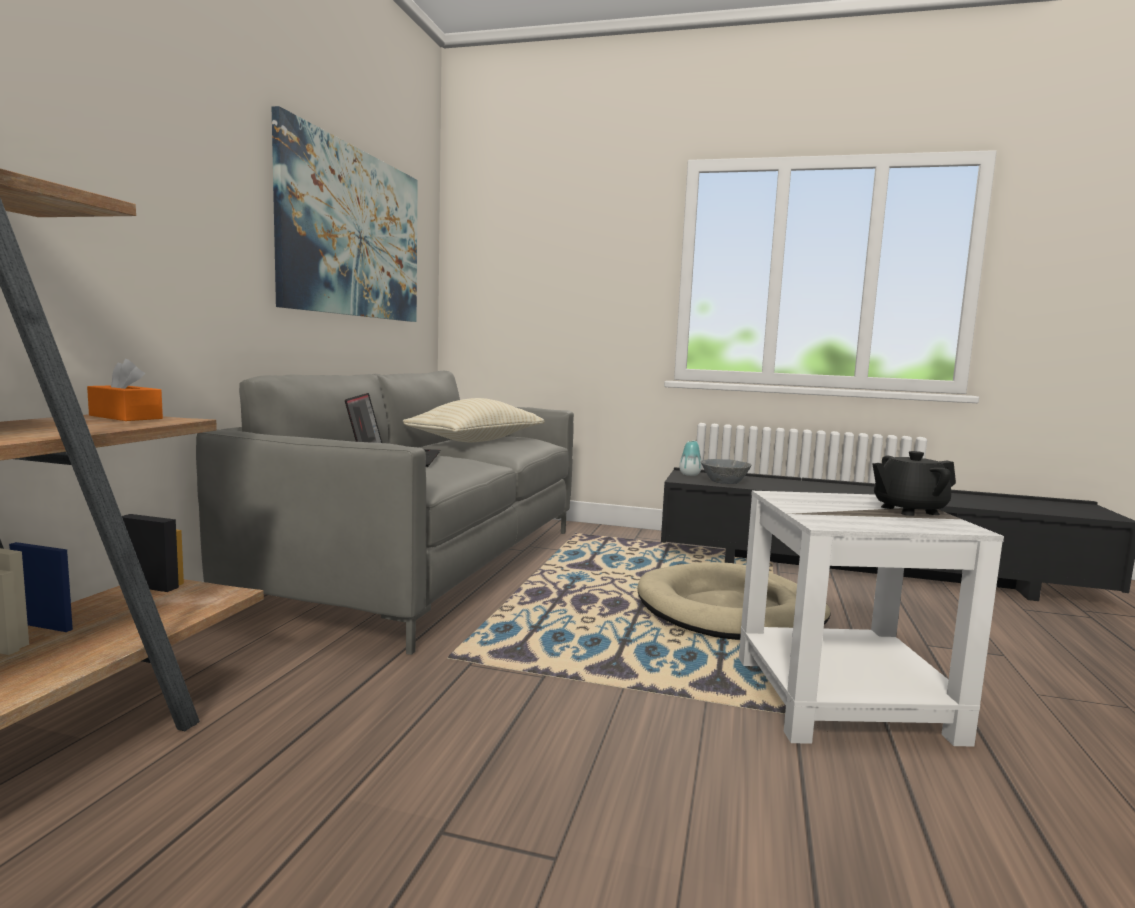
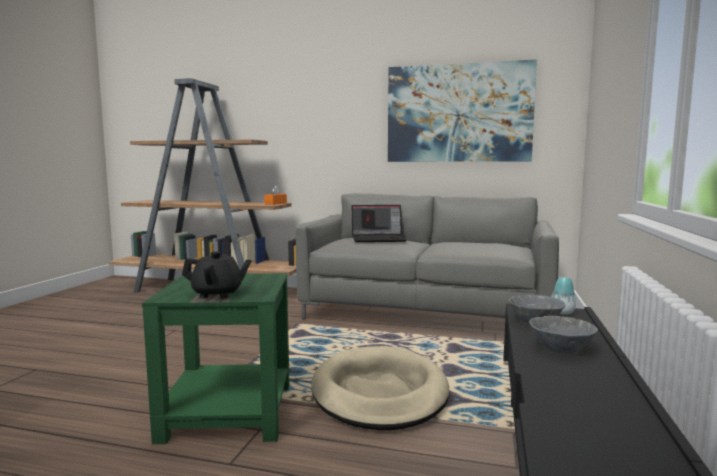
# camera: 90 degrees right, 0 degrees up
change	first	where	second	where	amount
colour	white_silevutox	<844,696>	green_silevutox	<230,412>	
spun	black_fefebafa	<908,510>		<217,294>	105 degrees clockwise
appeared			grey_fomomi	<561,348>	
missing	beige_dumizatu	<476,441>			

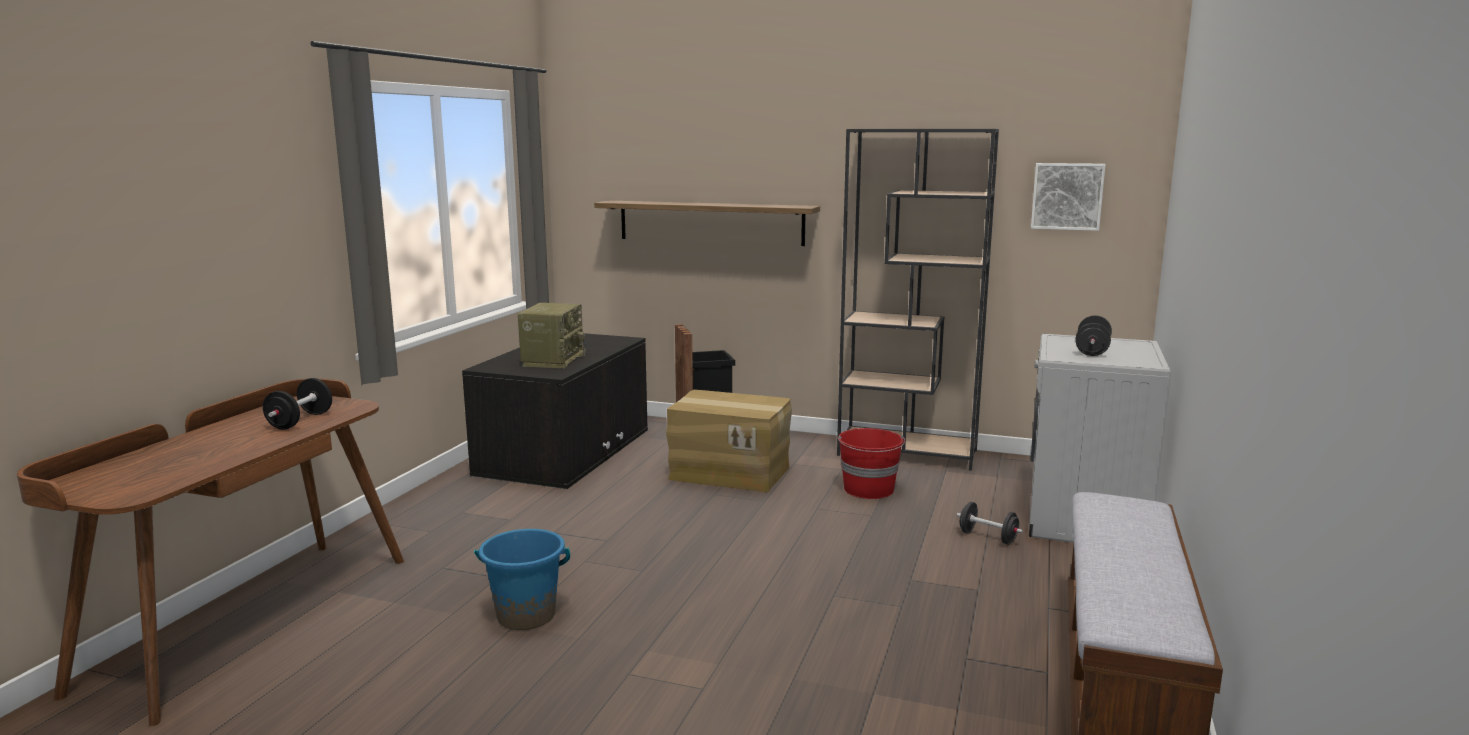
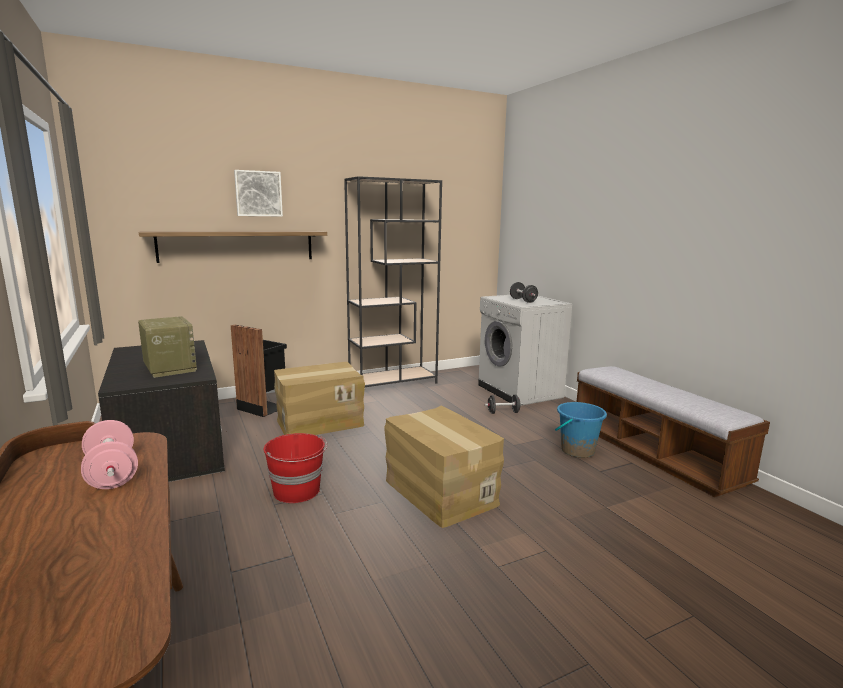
# camera: 45 degrees left, 0 degrees up
change	first	where	second	where	amount
colour	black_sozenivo	<300,421>	pink_sozenivo	<112,473>	
relocated	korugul	<1067,196>		<258,193>	
relocated	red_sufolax	<869,490>		<297,491>	
appeared			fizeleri	<439,492>	
relocated	blue_sufolax	<526,616>		<577,450>	

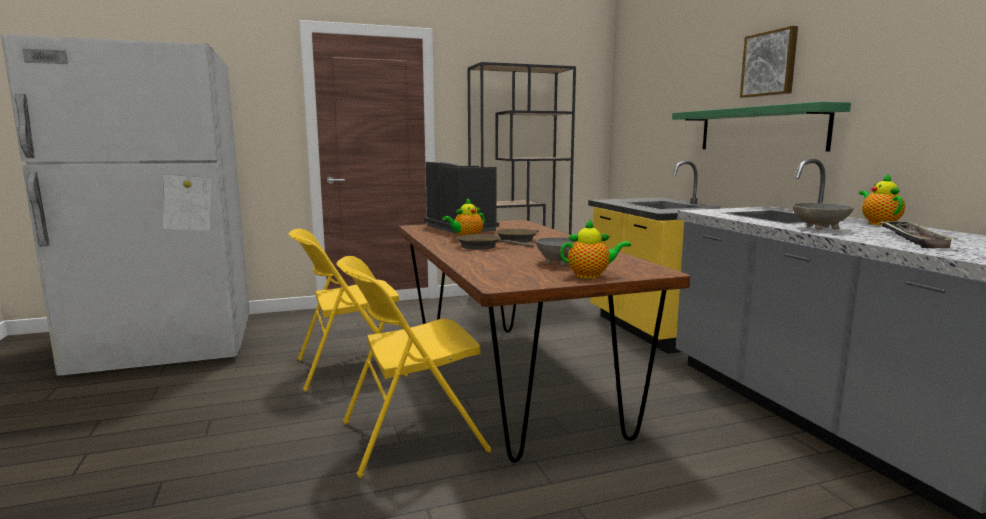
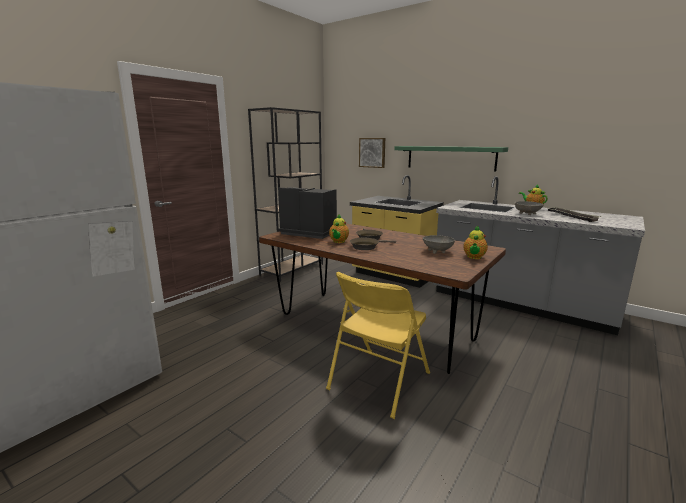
# camera: 35 degrees left, 5 degrees up
change	first	where	second	where	amount
relocated	korugul	<770,64>		<372,152>	
spun	fefebafa	<591,275>		<474,257>	150 degrees clockwise
missing	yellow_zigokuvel	<350,367>			

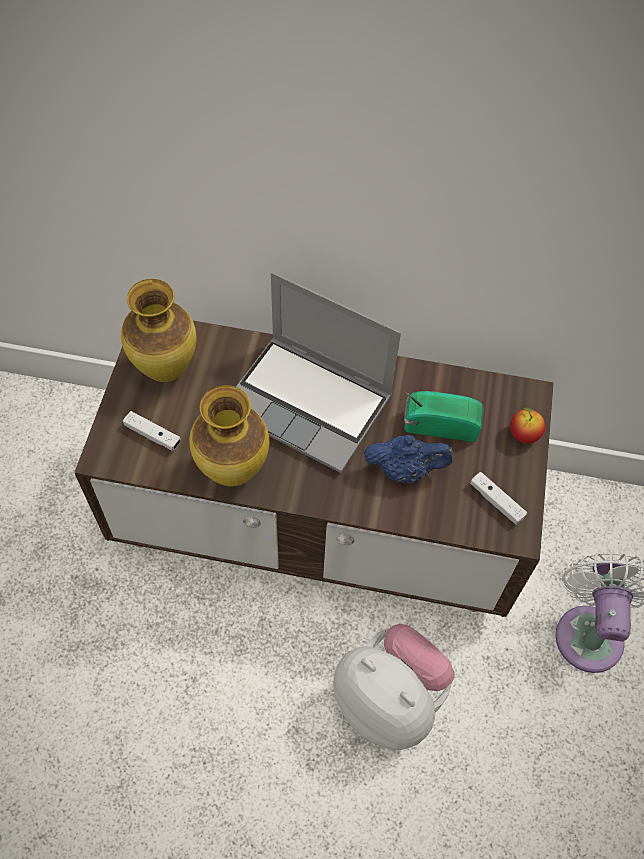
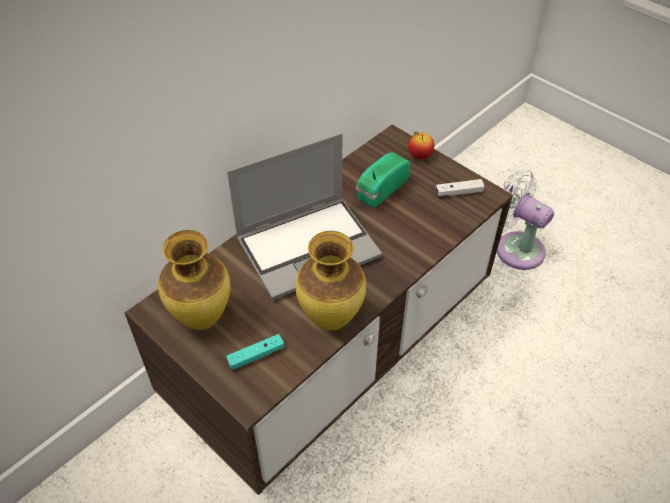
# camera: 55 degrees left, 10 degrees down
change	first	where	second	where	amount
colour	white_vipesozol	<152,435>	turquoise_vipesozol	<256,356>	
missing	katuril	<389,699>			
missing	blue_fefebafa	<405,470>			

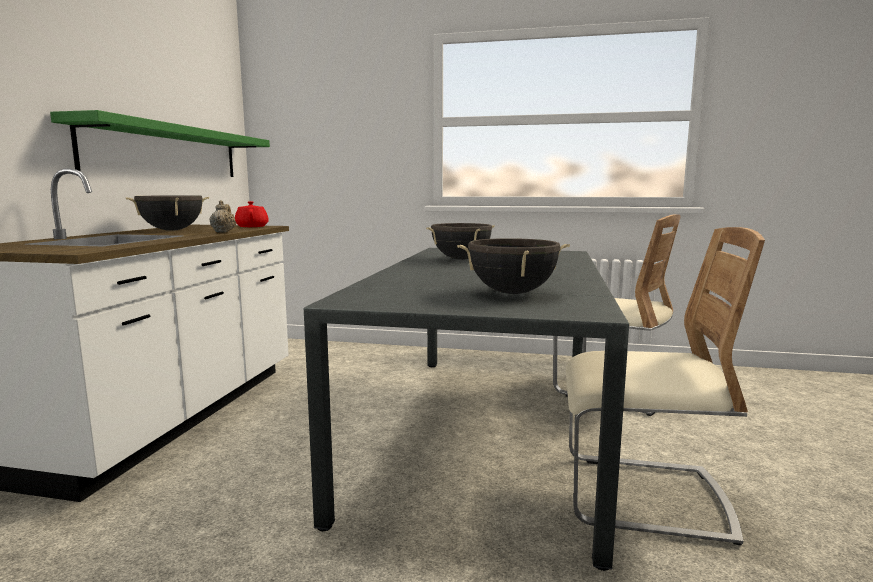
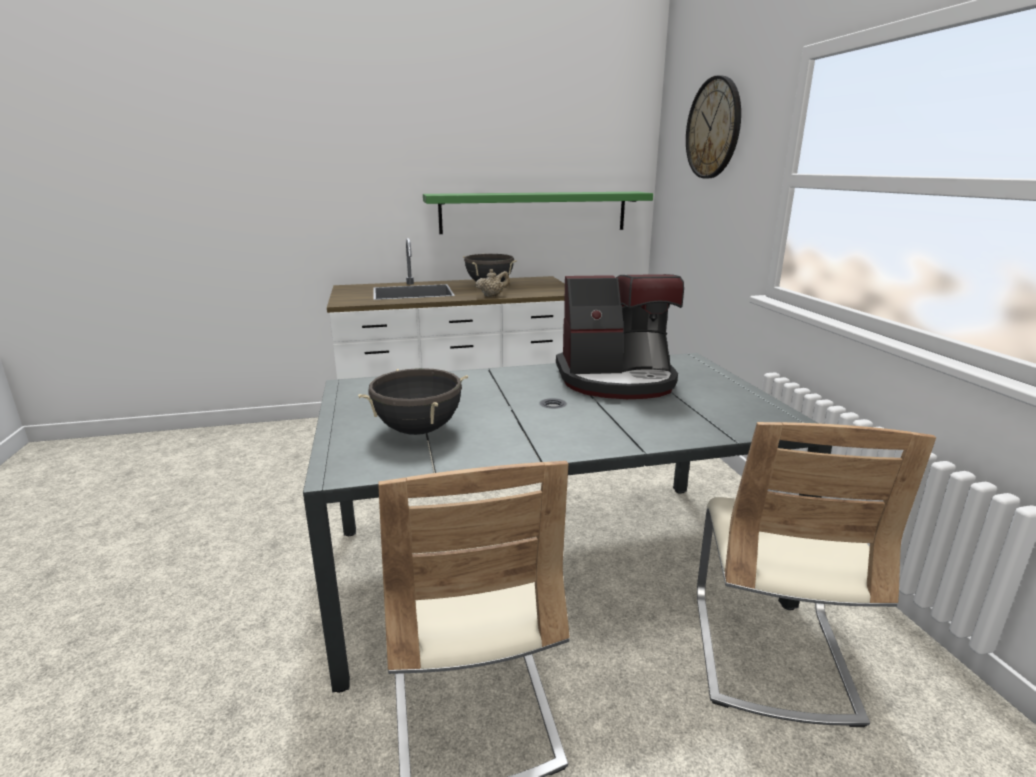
# camera: 65 degrees right, 10 degrees up
change	first	where	second	where	amount
exchanged	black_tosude	<461,259>	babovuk	<617,380>	
appeared			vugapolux	<713,128>	
missing	red_fefebafa	<252,226>			

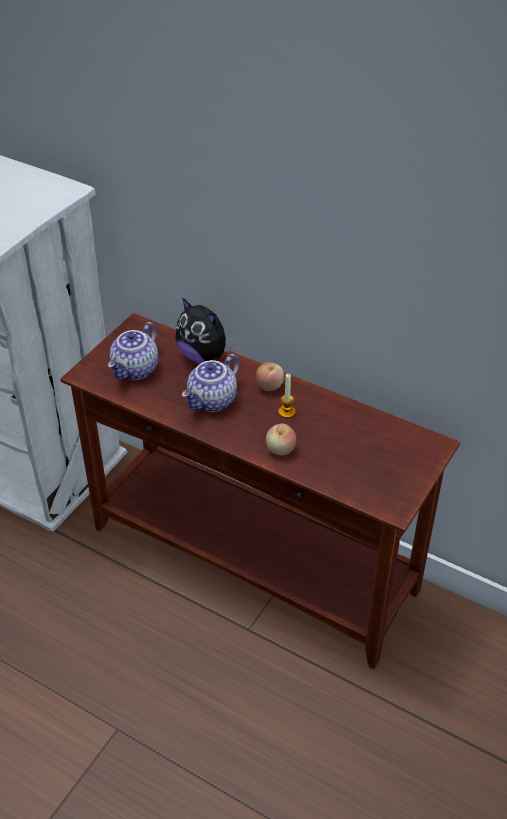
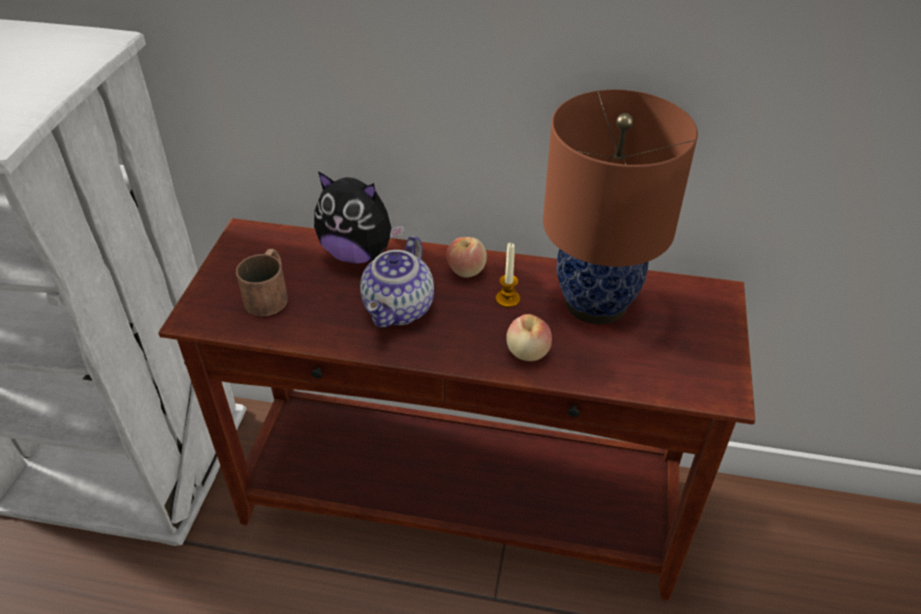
# camera: 20 degrees left, 0 degrees up
change	first	where	second	where	amount
exchanged	fefebafa	<136,370>	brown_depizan	<270,293>	
appeared			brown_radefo	<595,302>	

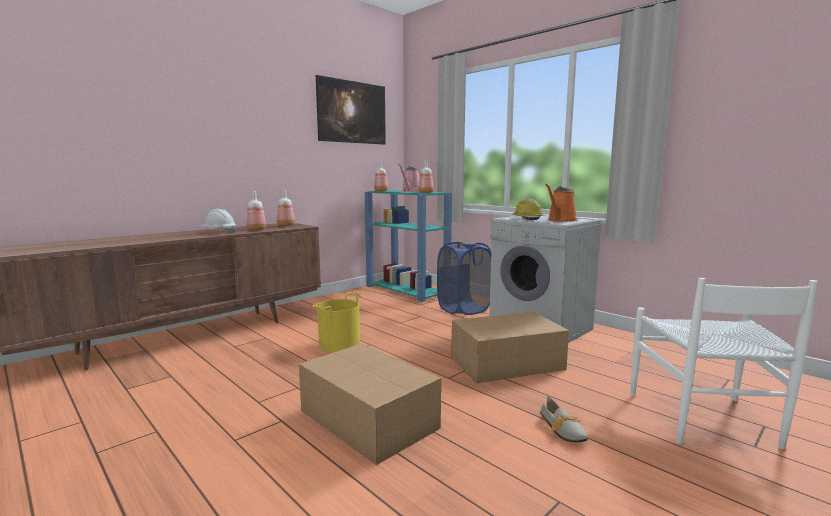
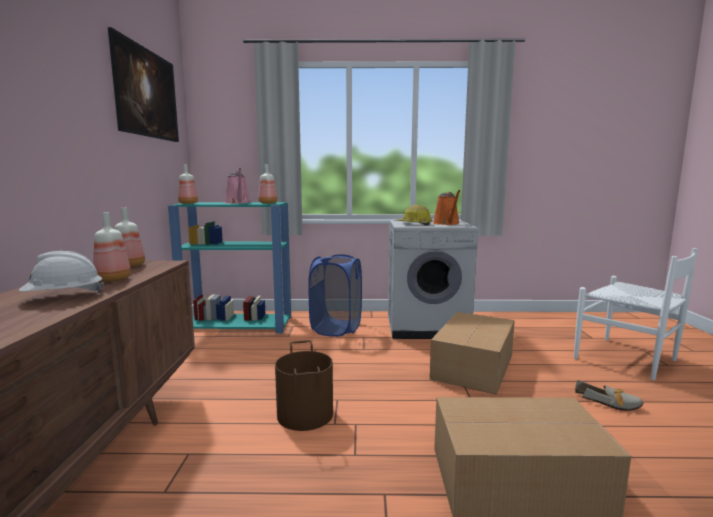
# camera: 45 degrees left, 0 degrees up
change	first	where	second	where	amount
colour	yellow_sufolax	<340,344>	brown_sufolax	<306,414>	

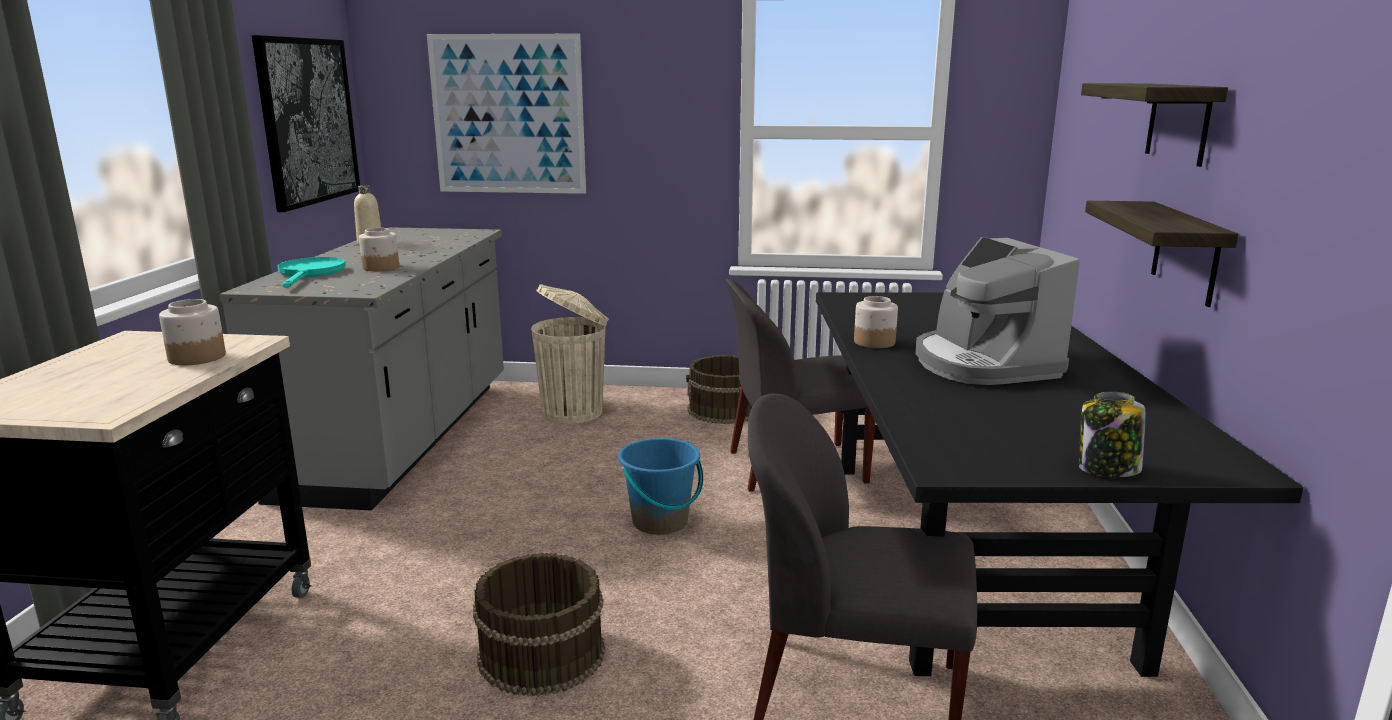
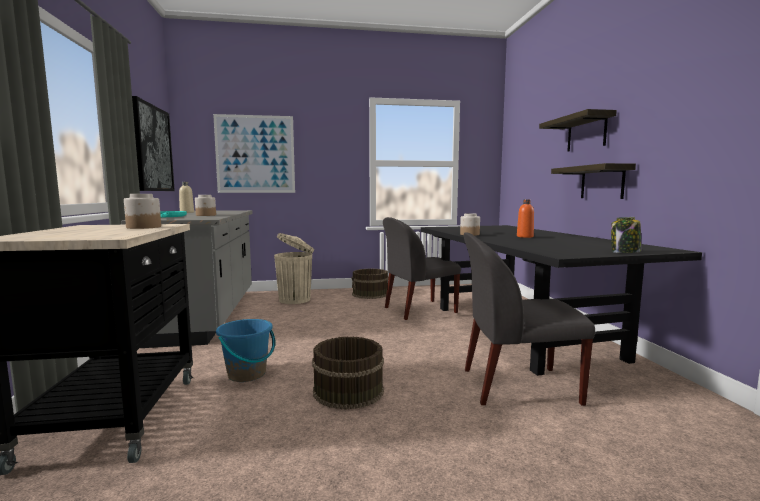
# camera: 15 degrees left, 10 degrees down
change	first	where	second	where	amount
relocated	blue_sufolax	<660,522>		<247,374>	
exchanged	babovuk	<983,364>	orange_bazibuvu	<525,236>	

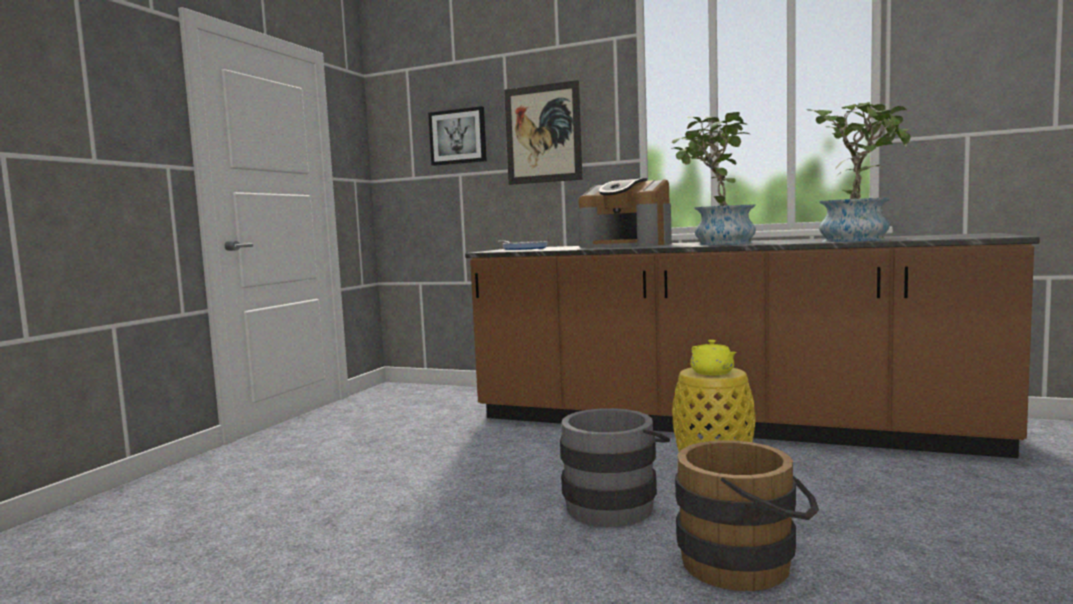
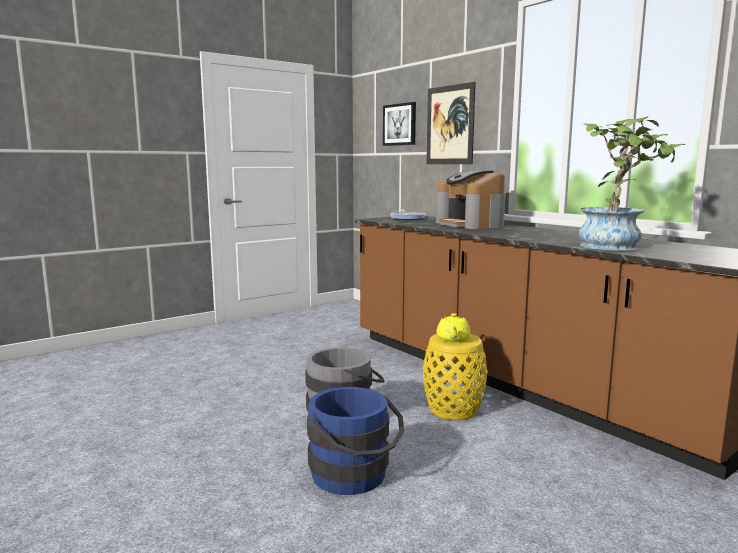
# camera: 30 degrees right, 5 degrees up
change	first	where	second	where	amount
colour	brown_sufolax	<747,564>	blue_sufolax	<354,477>	
missing	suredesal	<715,243>			

